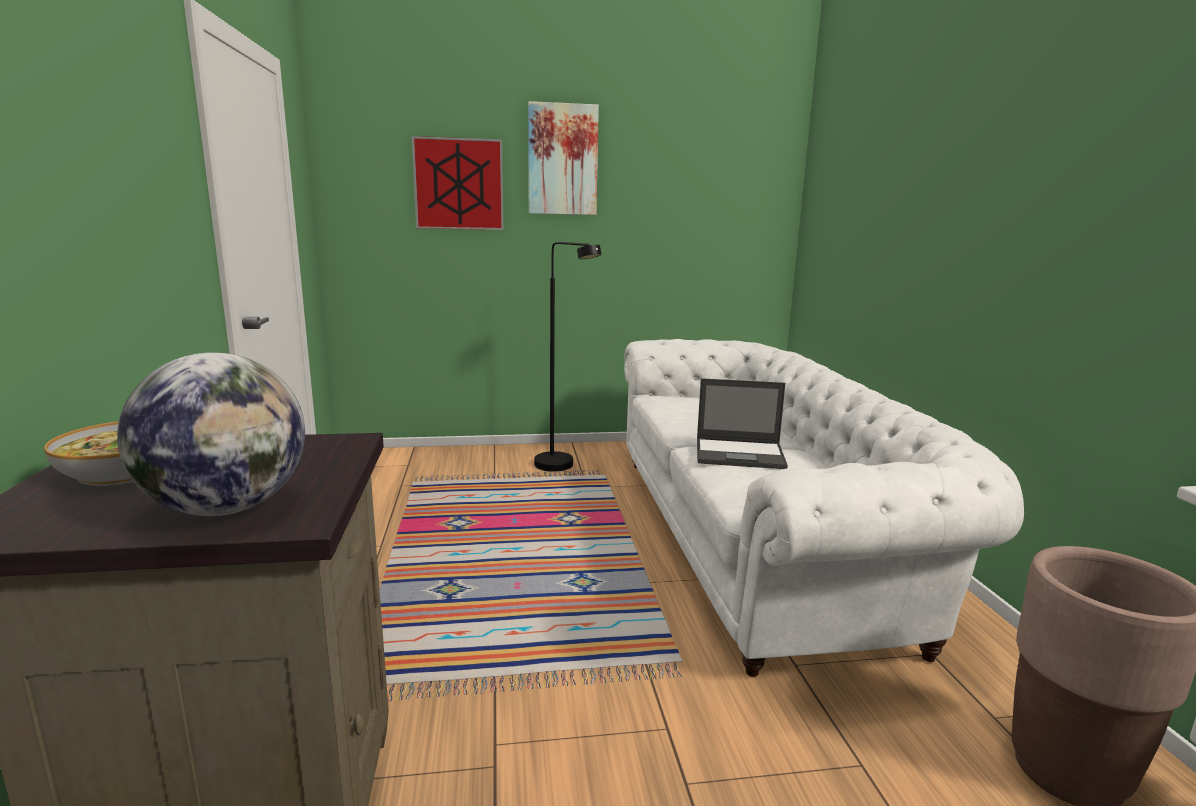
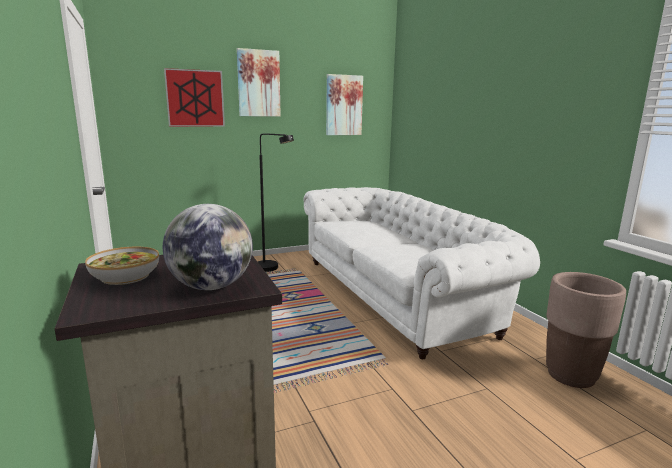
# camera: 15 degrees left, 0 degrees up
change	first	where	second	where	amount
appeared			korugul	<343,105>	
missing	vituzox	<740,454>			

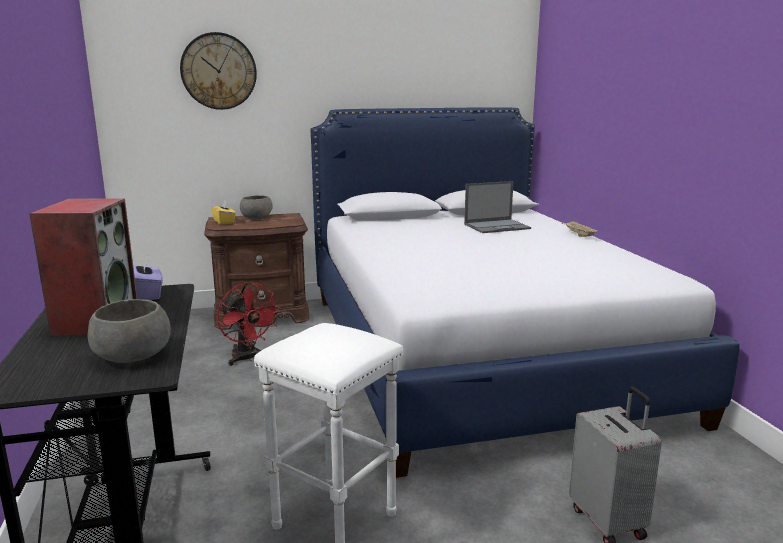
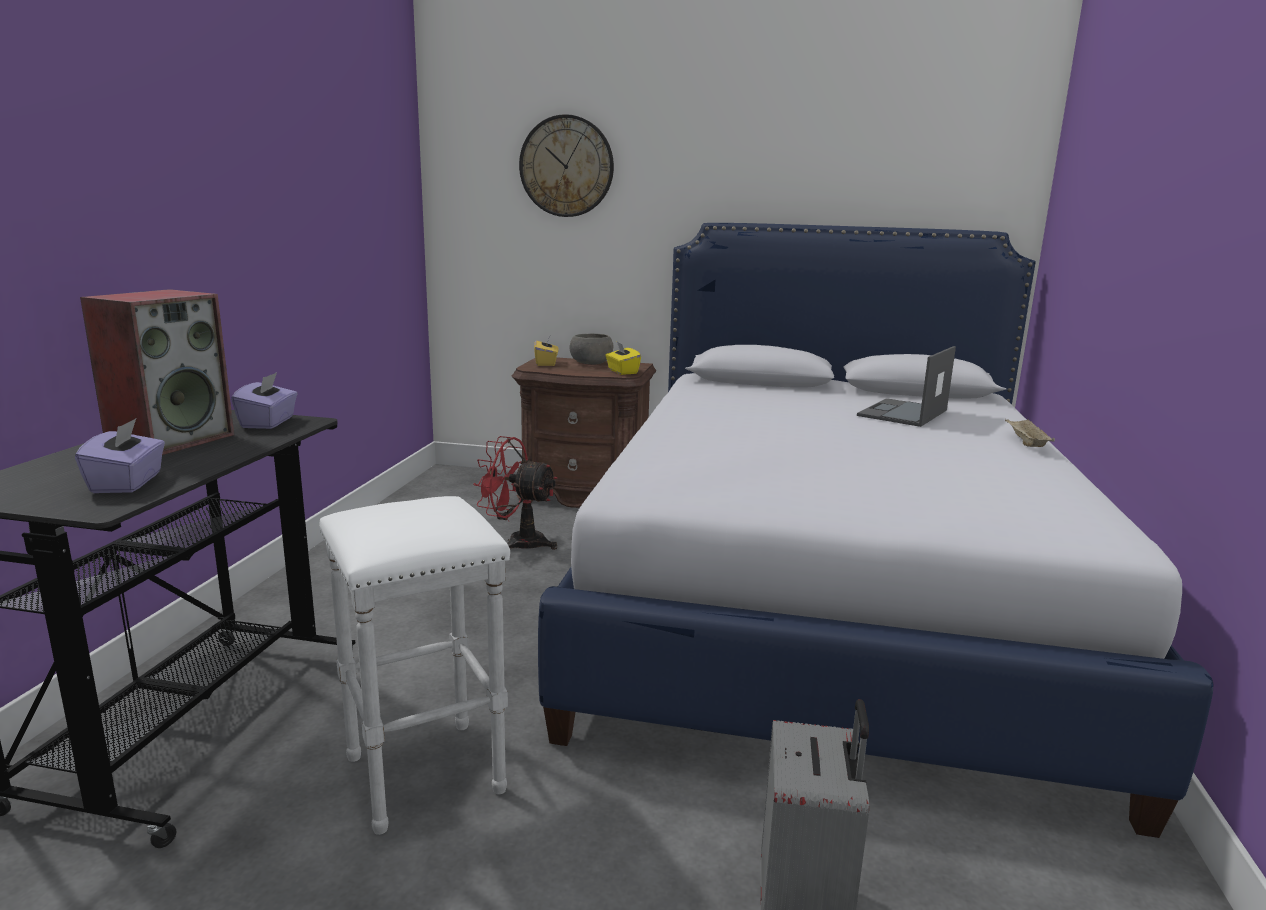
# camera: 25 degrees right, 0 degrees up
change	first	where	second	where	amount
exchanged	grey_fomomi	<132,355>	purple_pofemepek	<128,483>	
spun	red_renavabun	<247,358>		<517,542>	120 degrees clockwise
appeared			yellow_pofemepek	<622,371>	
spun	vituzox	<497,226>		<902,413>	120 degrees clockwise

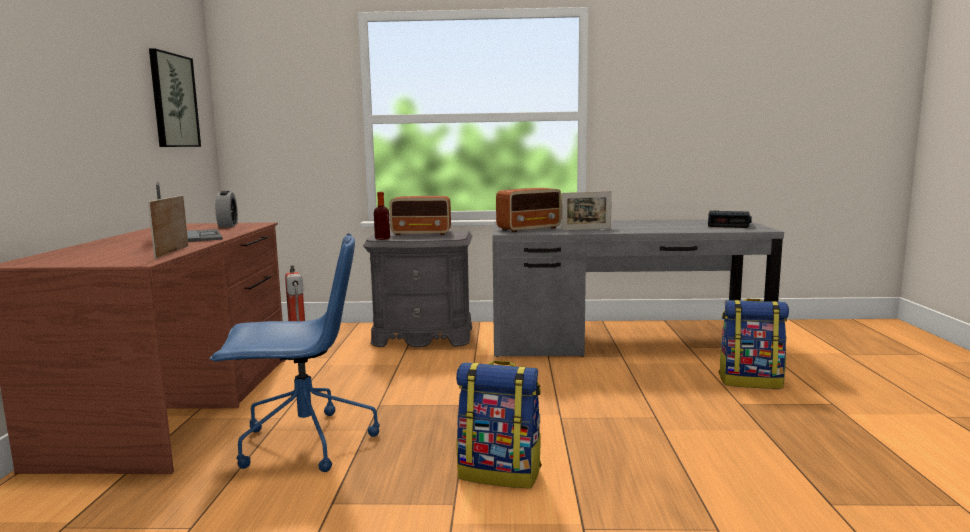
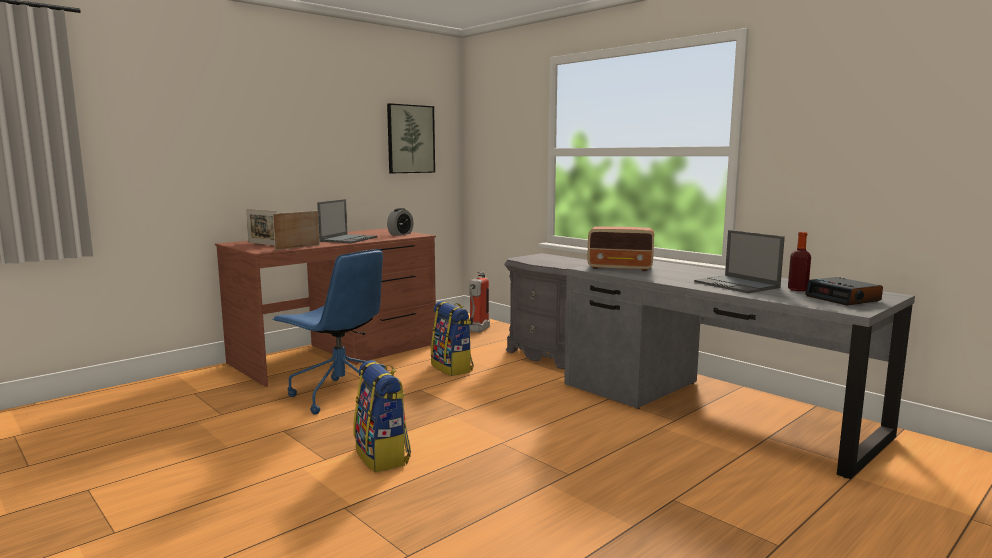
# camera: 45 degrees right, 0 degrees up
change	first	where	second	where	amount
relocated	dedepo	<586,229>		<263,244>	
relocated	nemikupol	<750,381>		<452,368>	
appeared			vituzox	<737,285>	
relocated	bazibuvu	<382,238>		<797,289>	
missing	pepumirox	<422,233>			

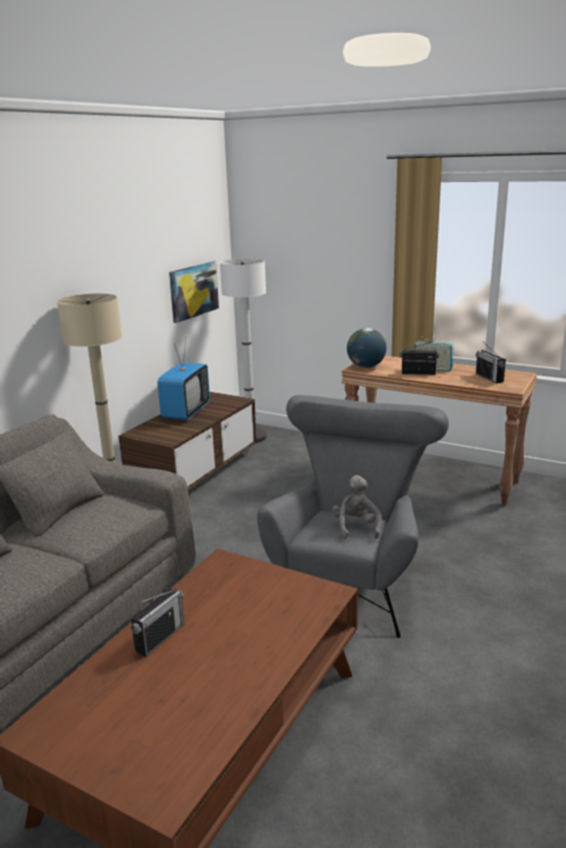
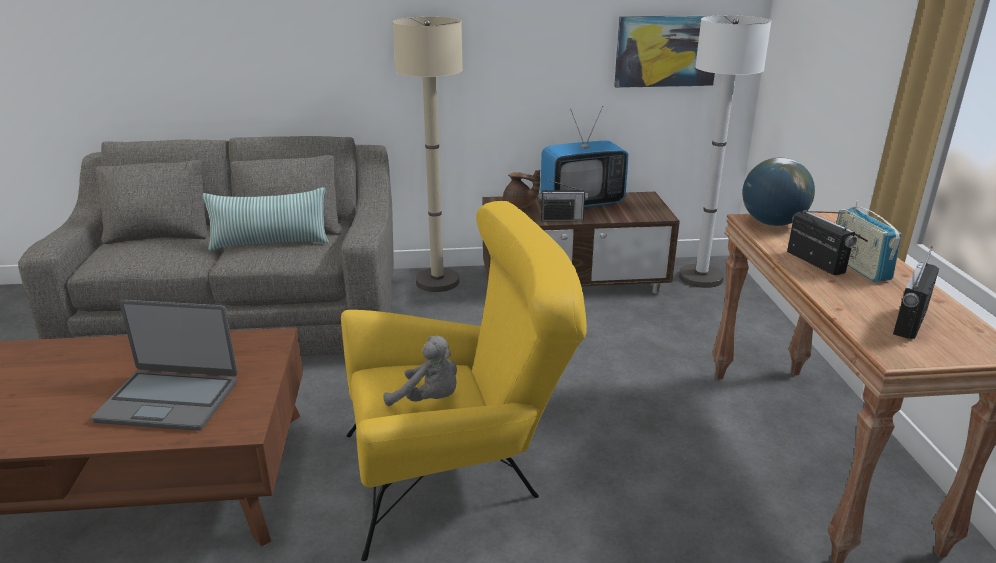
# camera: 55 degrees right, 5 degrees up
change	first	where	second	where	amount
appeared			vituzox	<169,400>	
appeared			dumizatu	<270,243>	
colour	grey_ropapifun	<350,578>	yellow_ropapifun	<461,471>	
spun	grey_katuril	<356,527>		<428,399>	60 degrees clockwise
appeared			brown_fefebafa	<519,206>	
relocated	pepumirox	<160,637>		<562,219>	

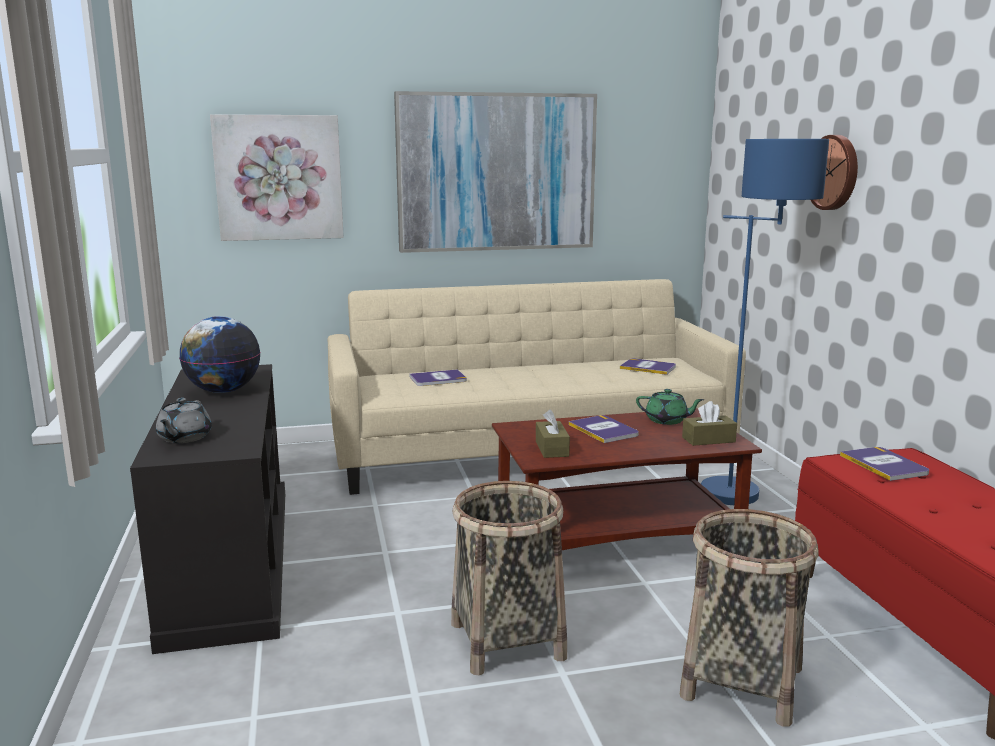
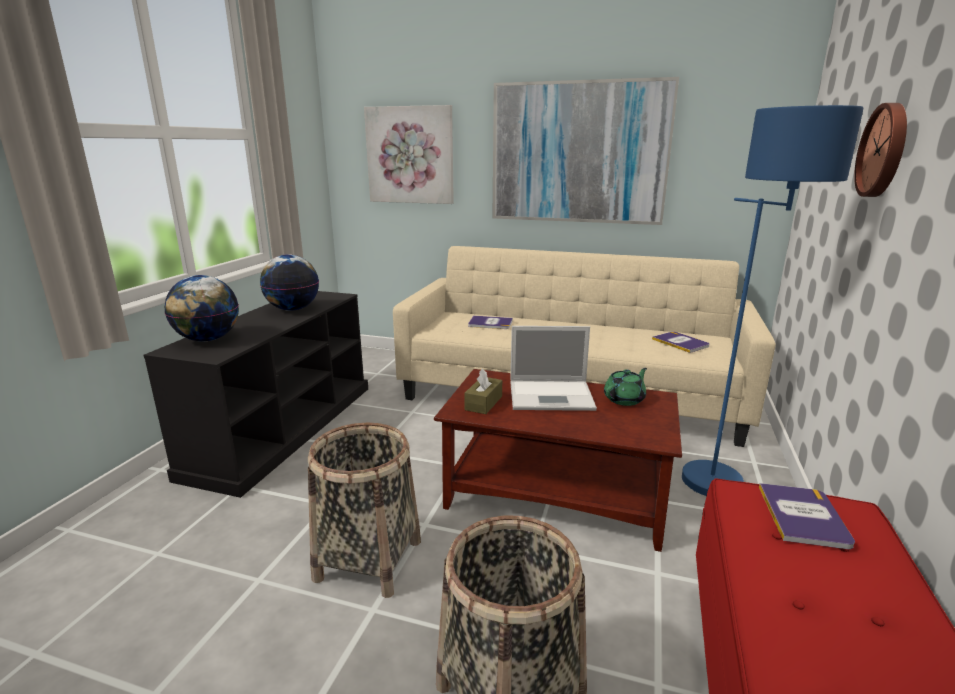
# camera: 30 degrees right, 5 degrees up
change	first	where	second	where	amount
exchanged	grey_fefebafa	<184,438>	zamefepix	<207,339>	
exchanged	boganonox	<604,430>	vituzox	<552,395>	
spun	green_fefebafa	<667,420>		<624,399>	90 degrees counterclockwise
missing	brown_pofemepek	<708,440>			

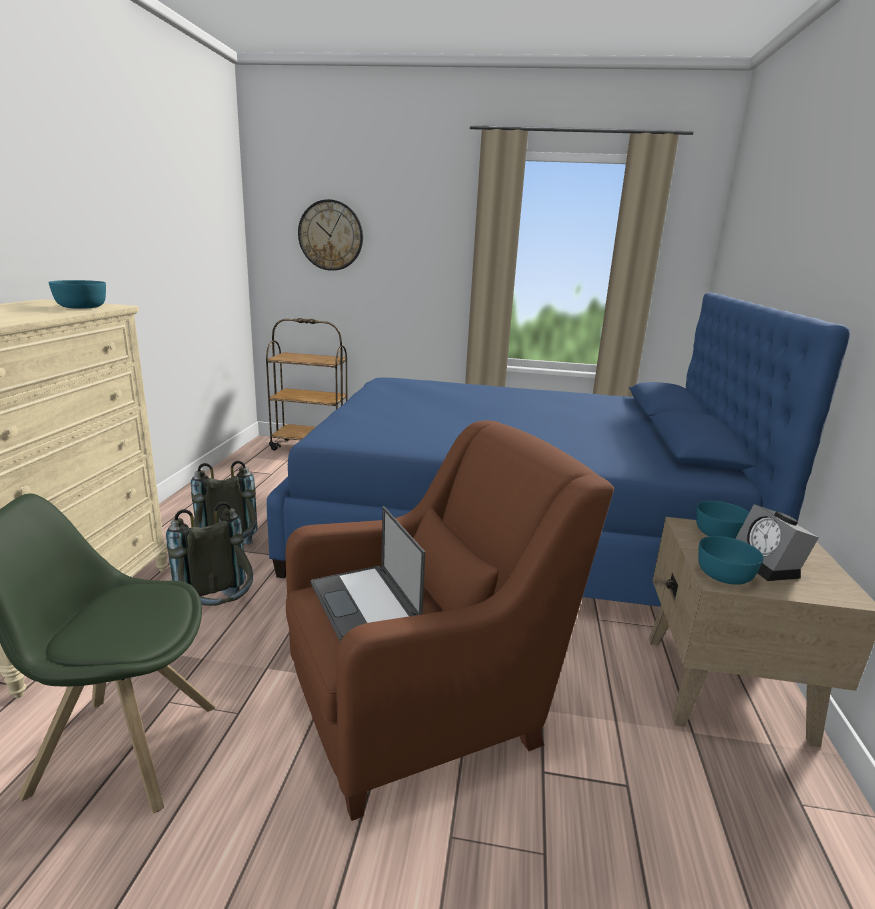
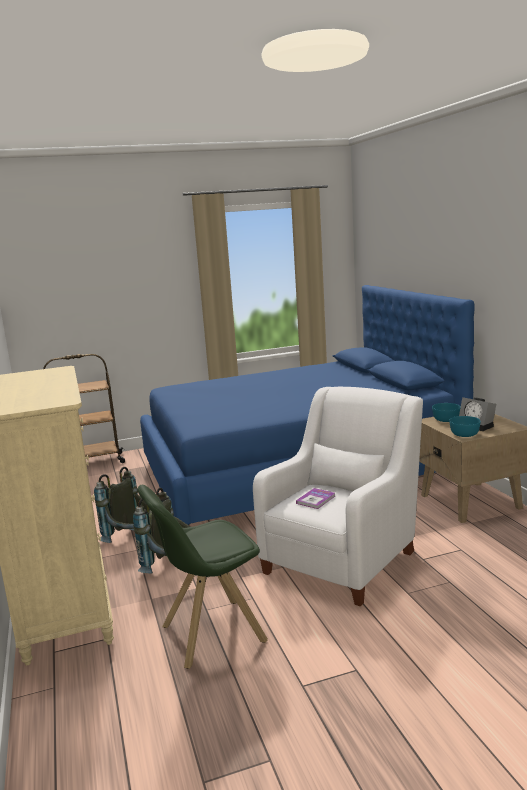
# camera: 25 degrees left, 5 degrees down
change	first	where	second	where	amount
colour	brown_ropapifun	<424,704>	white_ropapifun	<343,558>	
exchanged	vituzox	<365,603>	boganonox	<316,499>	
missing	turquoise_fomomi	<81,307>			
missing	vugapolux	<331,235>			

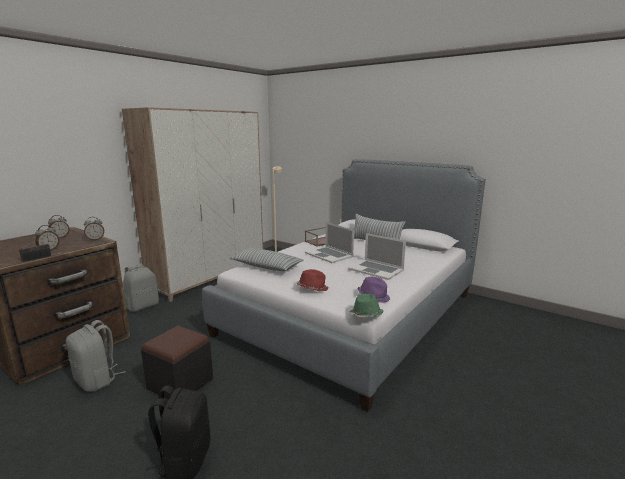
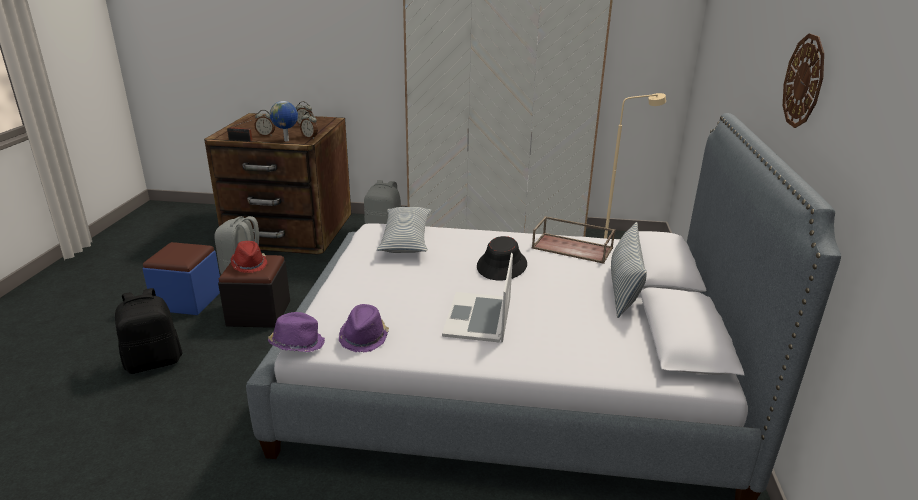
# camera: 60 degrees right, 10 degrees up
change	first	where	second	where	amount
appeared			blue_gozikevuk	<188,300>	
relocated	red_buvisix	<312,288>		<249,264>	
colour	green_buvisix	<366,315>	purple_buvisix	<297,344>	
appeared			zamefepix	<287,140>	
exchanged	vituzox	<329,254>	black_buvisix	<502,265>	
appeared			vugapolux	<804,81>	

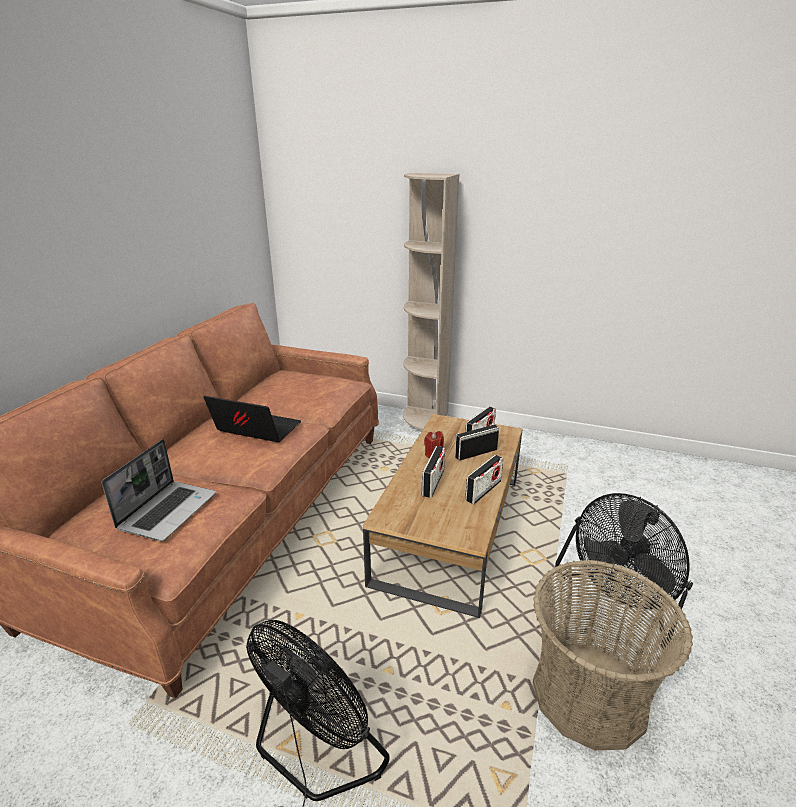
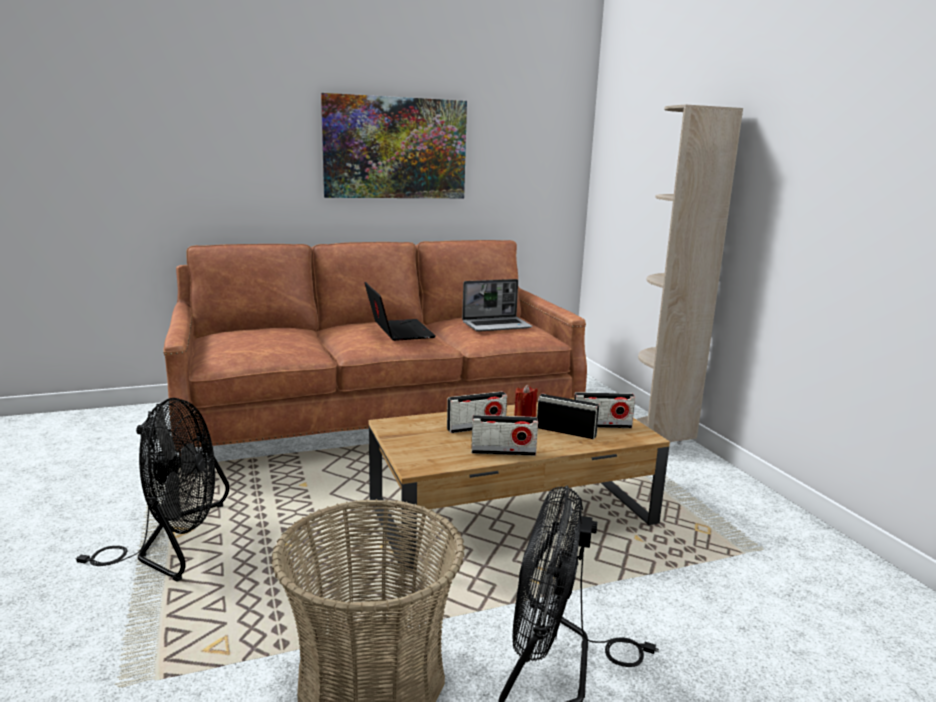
# camera: 50 degrees right, 10 degrees down
change	first	where	second	where	amount
appeared			korugul	<395,148>	
relocated	vituzox	<168,511>		<497,325>	

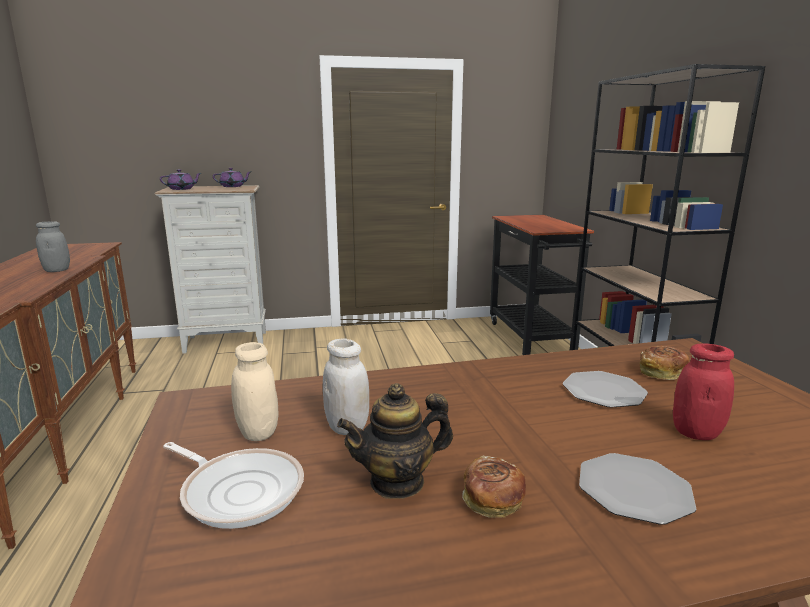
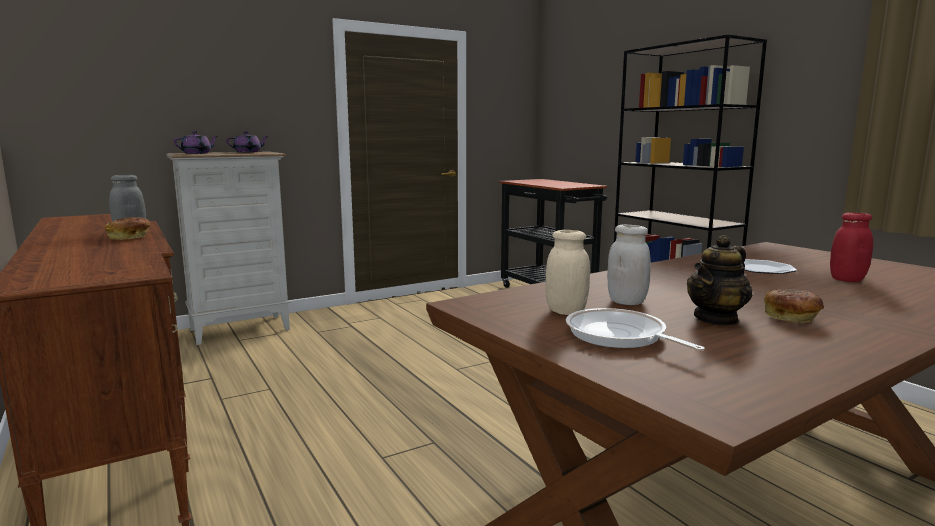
# camera: 20 degrees left, 5 degrees down
change	first	where	second	where	amount
relocated	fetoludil	<661,373>		<130,238>	
spun	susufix	<239,490>		<619,336>	135 degrees counterclockwise
missing	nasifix	<634,490>			

